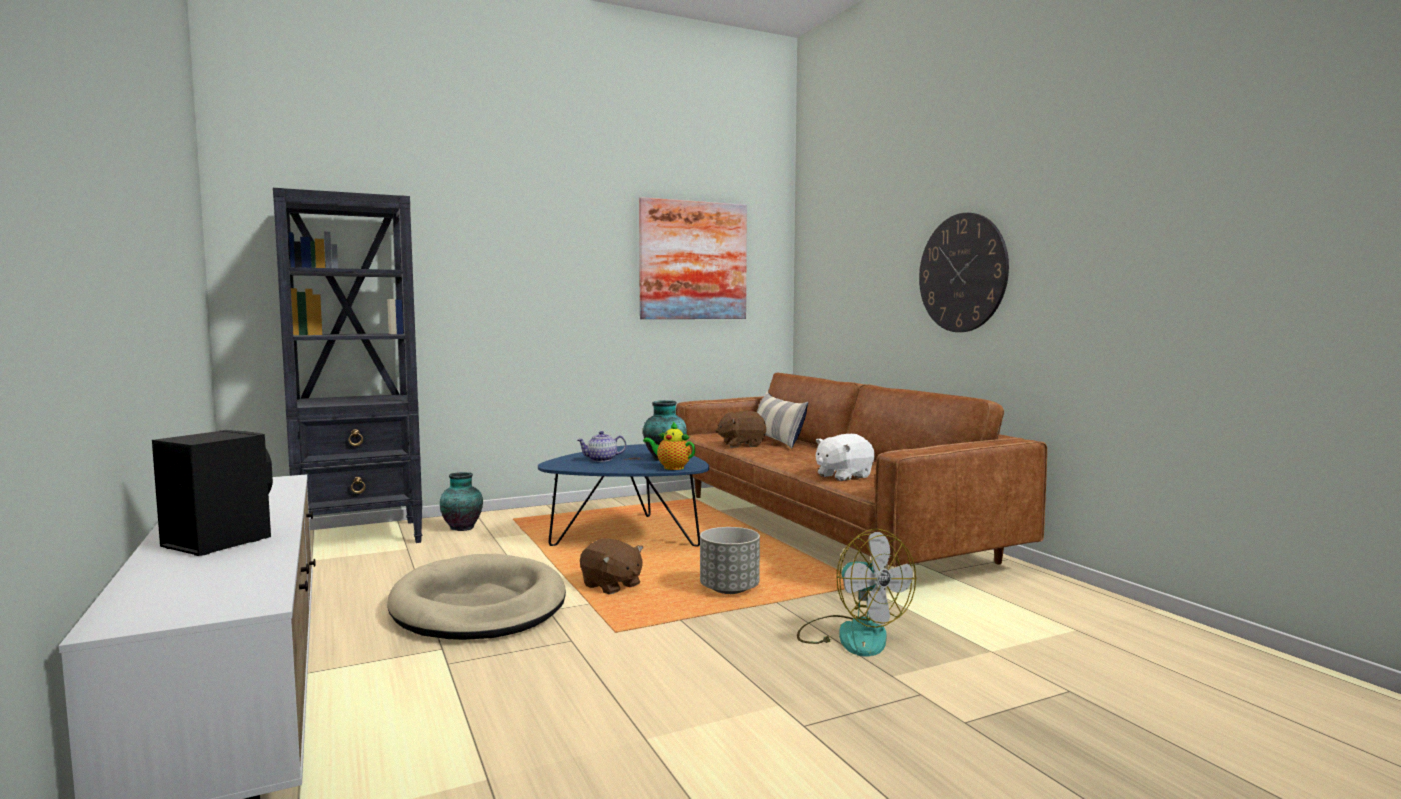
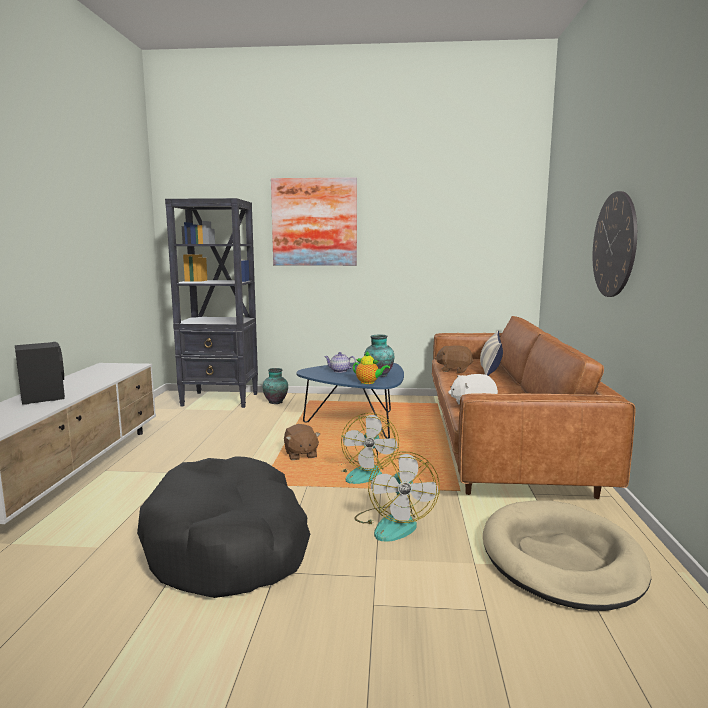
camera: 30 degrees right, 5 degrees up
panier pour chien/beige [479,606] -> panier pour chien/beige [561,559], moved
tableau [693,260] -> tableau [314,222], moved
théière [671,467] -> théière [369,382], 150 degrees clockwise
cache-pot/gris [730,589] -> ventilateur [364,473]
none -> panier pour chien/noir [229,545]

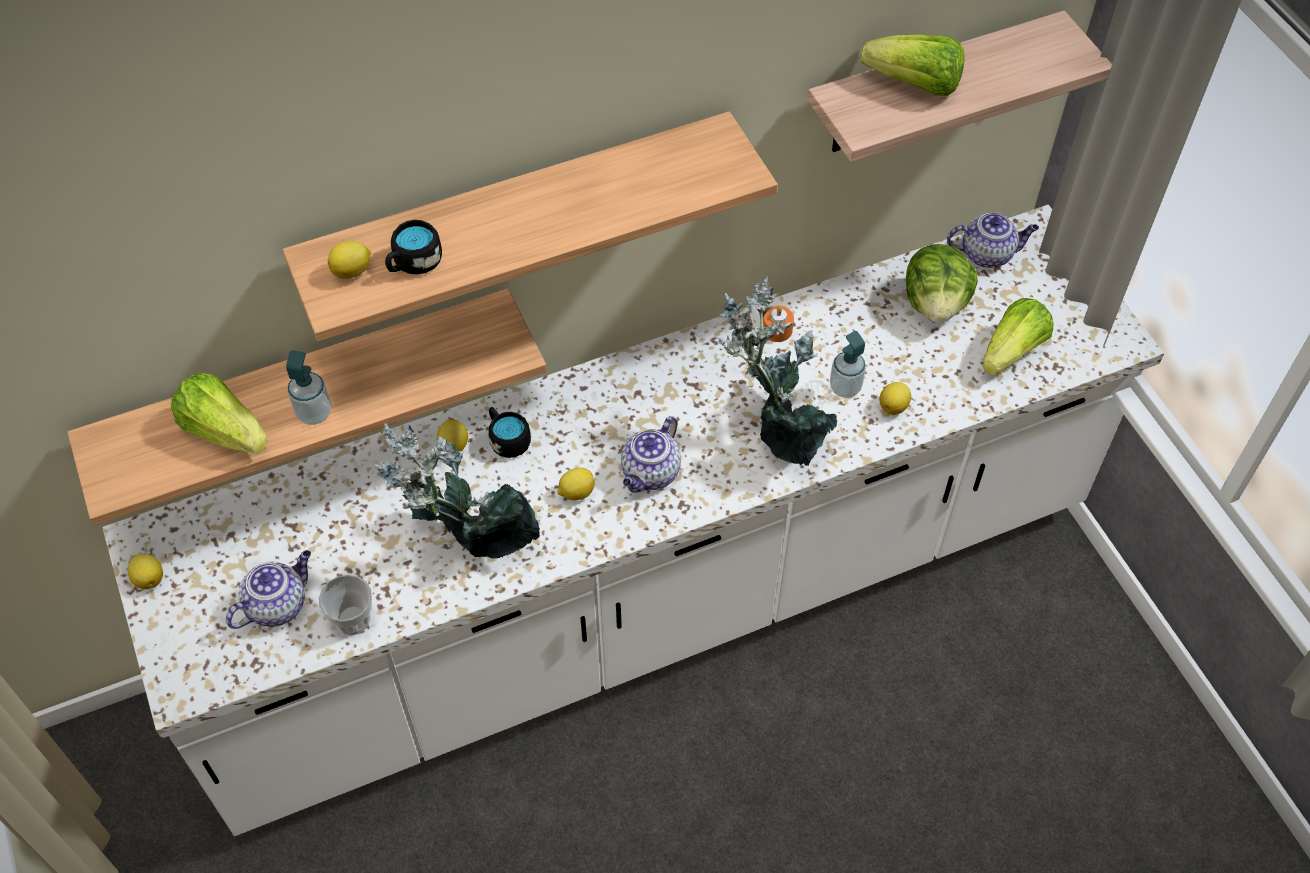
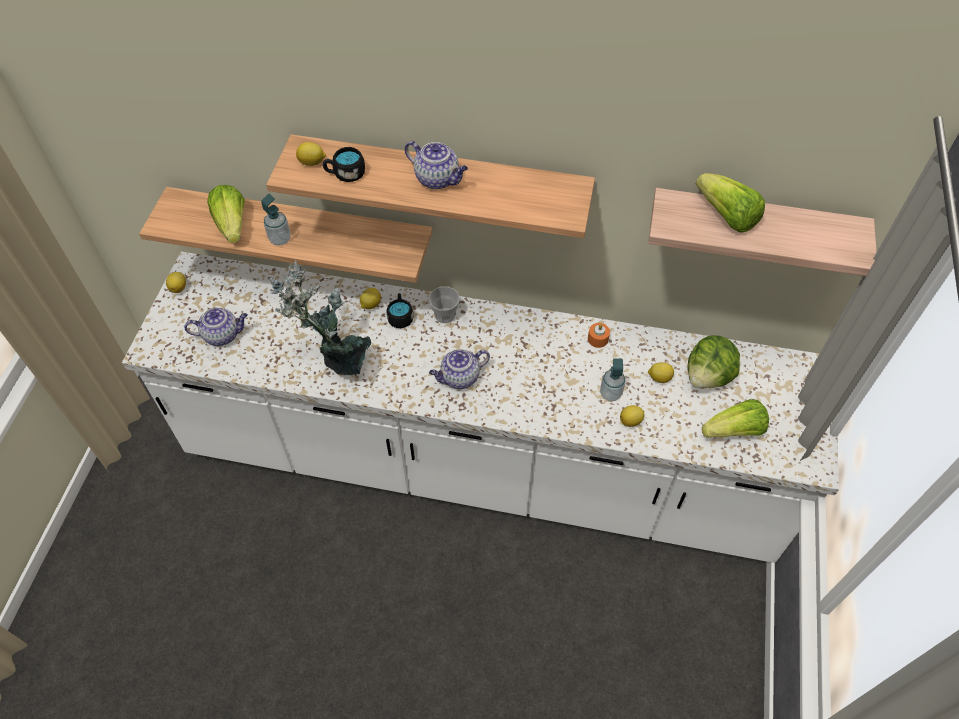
camera: 35 degrees right, 0 degrees up
tasse [352,619] -> tasse [445,315], moved
citron [576,492] -> citron [659,377], moved
plante en pot [776,431] -> none
théière [988,254] -> théière [438,179], moved

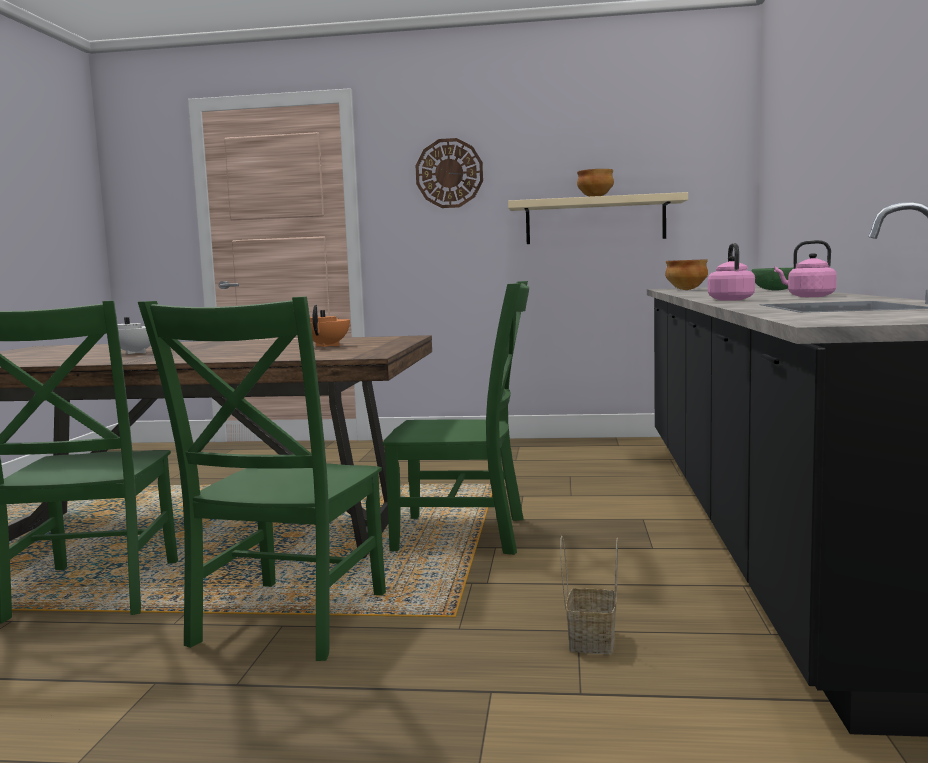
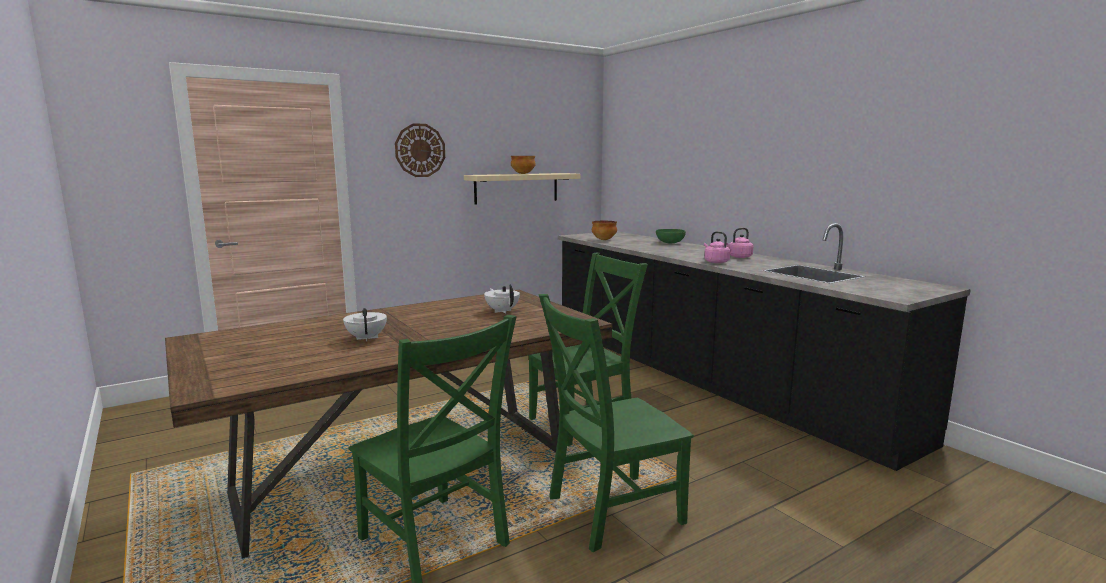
camera: 40 degrees left, 5 degrees up
chaise/vert [286,622] -> chaise/vert [609,511], 90 degrees clockwise
théière/orange [327,345] -> théière/blanc [502,311]
panier [590,639] -> none

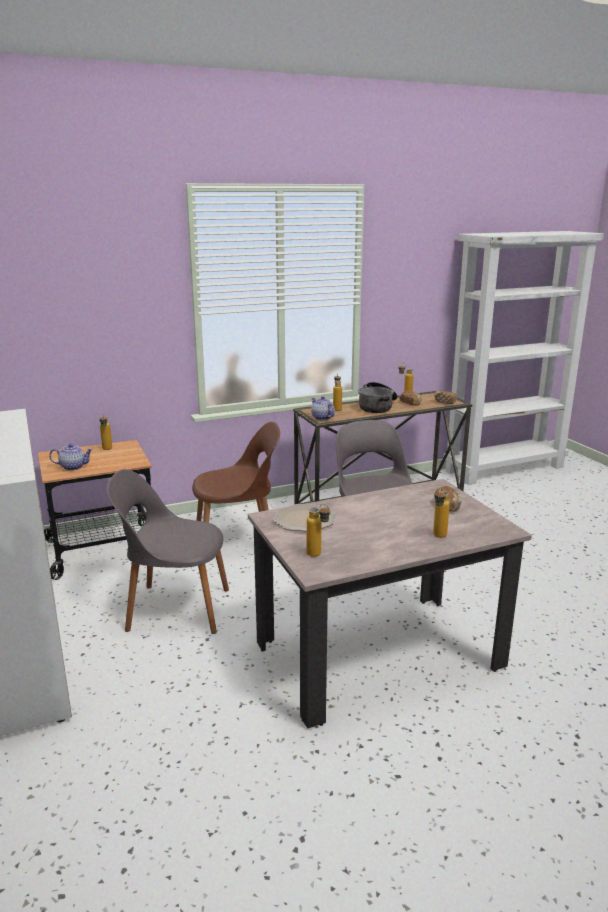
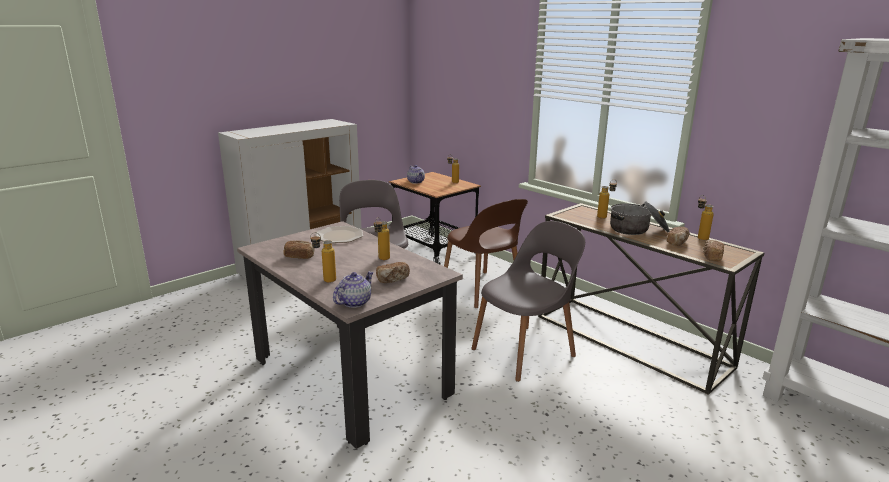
camera: 70 degrees right, 0 degrees up
bouteille [318,555] -> bouteille [382,260], moved
théière [322,418] -> théière [354,302], moved
none -> pain [299,256]

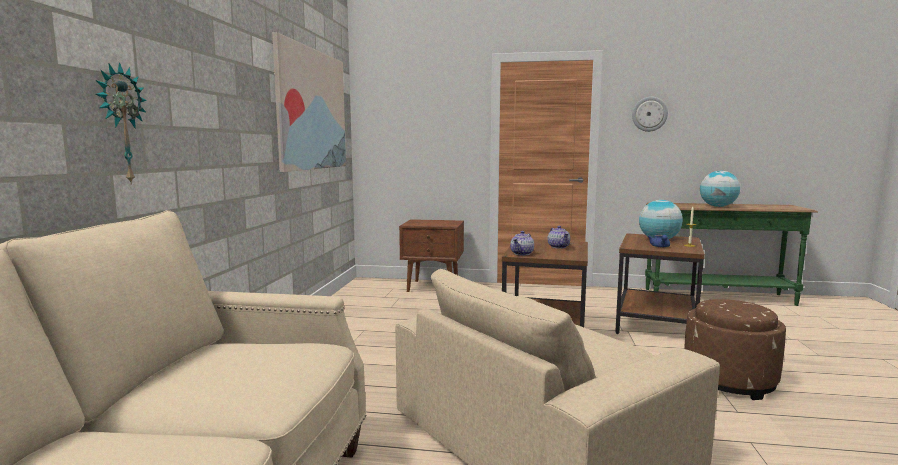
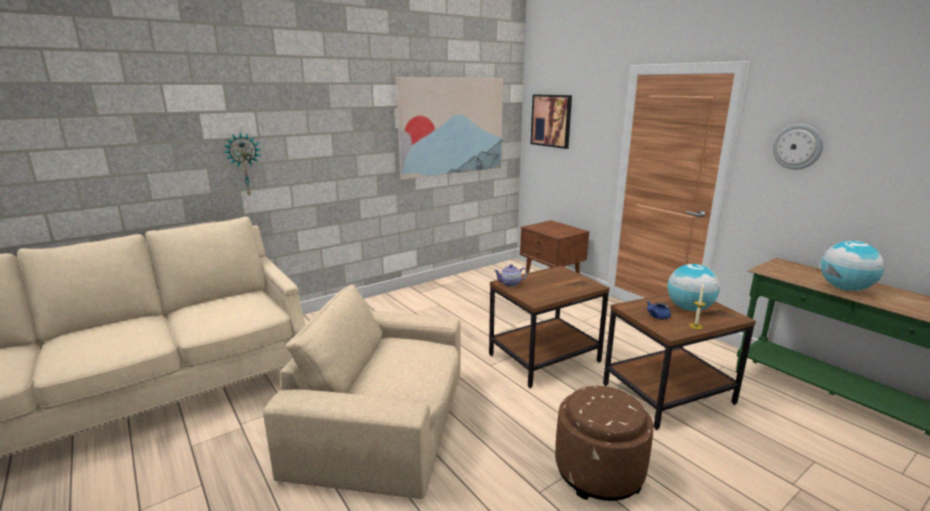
camera: 45 degrees right, 10 degrees up
théière [558,247] -> none
none -> tableau [551,120]

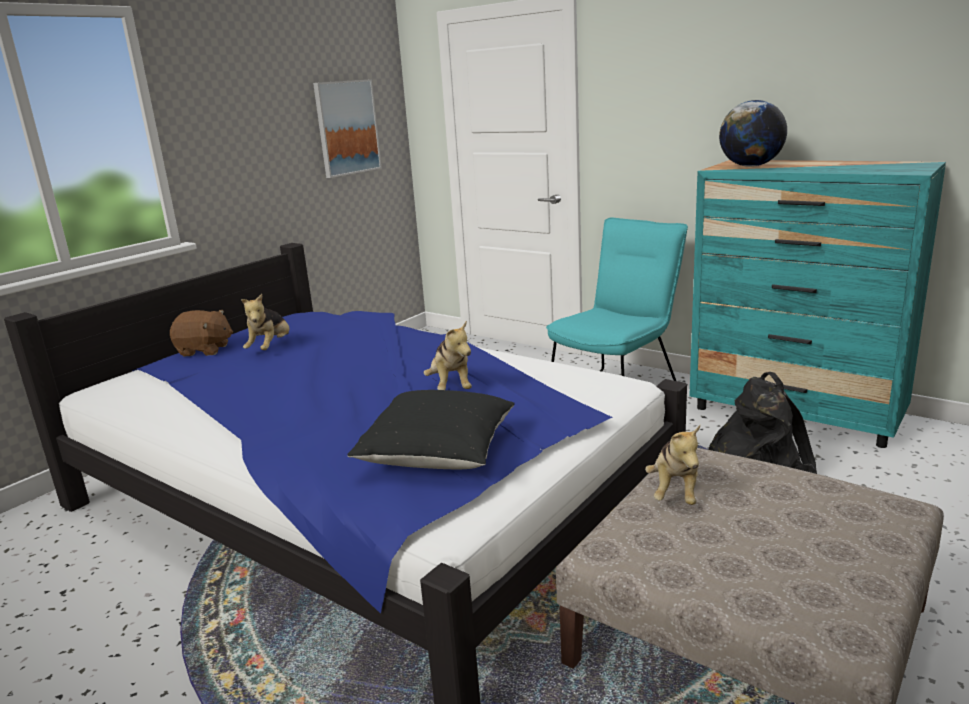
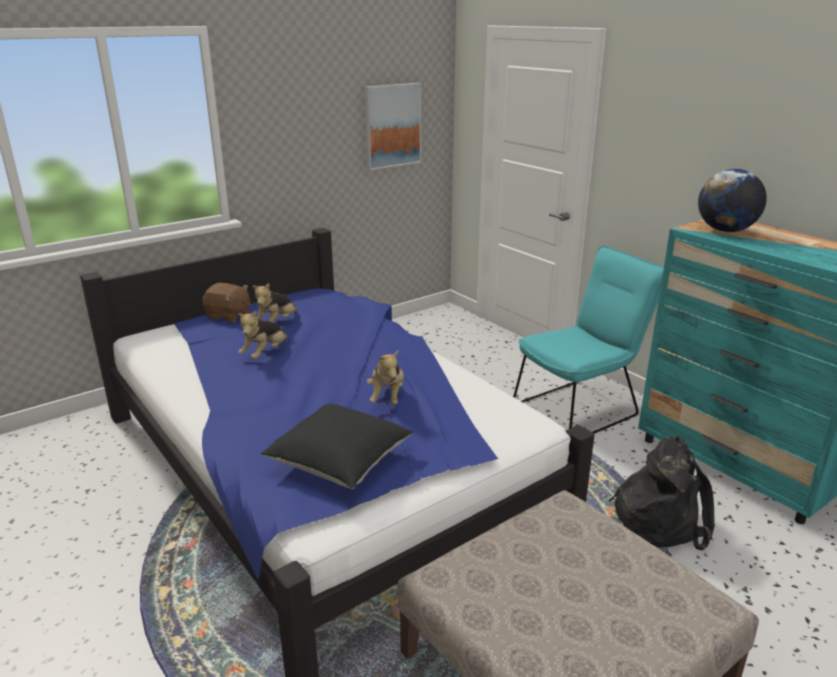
camera: 15 degrees right, 5 degrees up
peluche [675,492] -> peluche [265,353], moved

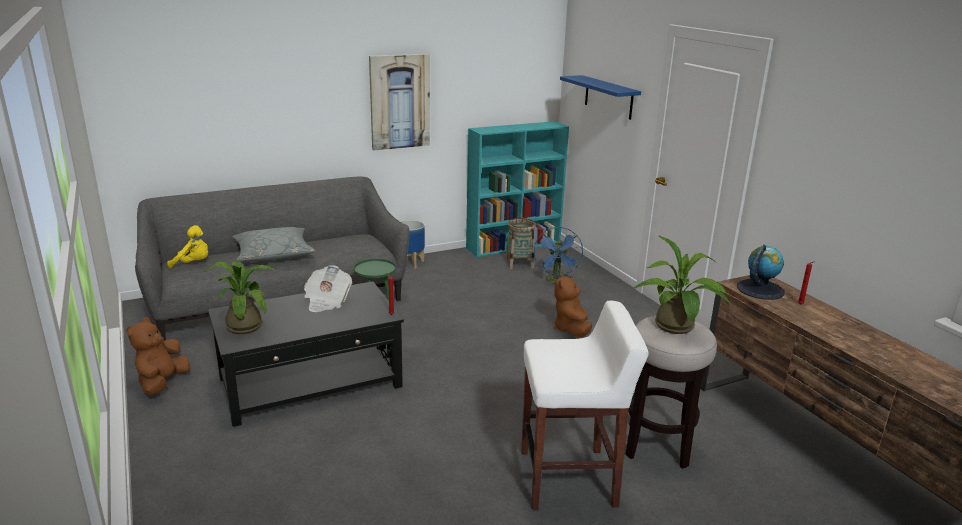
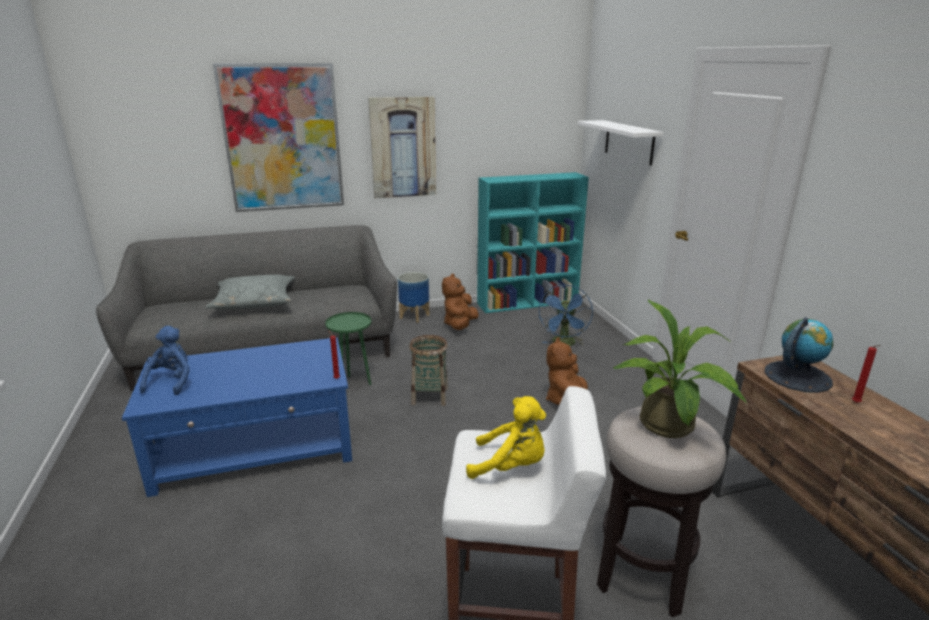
camera: 10 degrees right, 0 degrees up
peluche/marron [162,383] -> peluche/marron [460,325], moved
peluche/jaune [193,263] -> peluche/jaune [510,466], moved
plante en pot [245,325] -> peluche/bleu [172,381]
table basse/noir [311,382] -> table basse/bleu [256,447]
journal [327,301] -> none
panier [519,263] -> panier [429,396], moved
étagère/bleu [608,97] -> étagère/blanc [629,142]
none -> tableau [283,138]

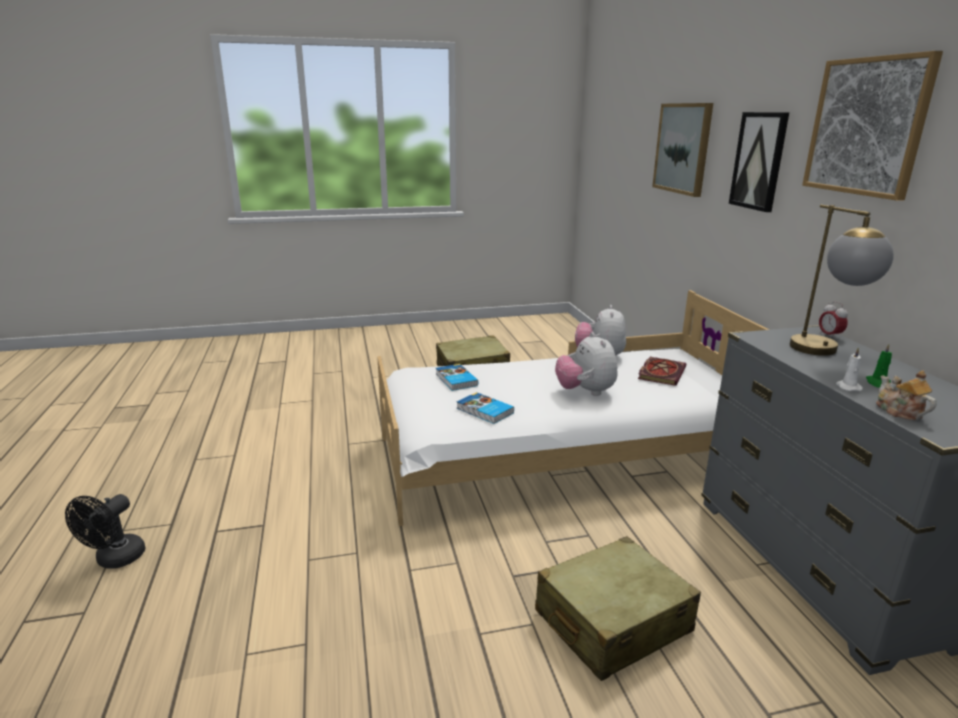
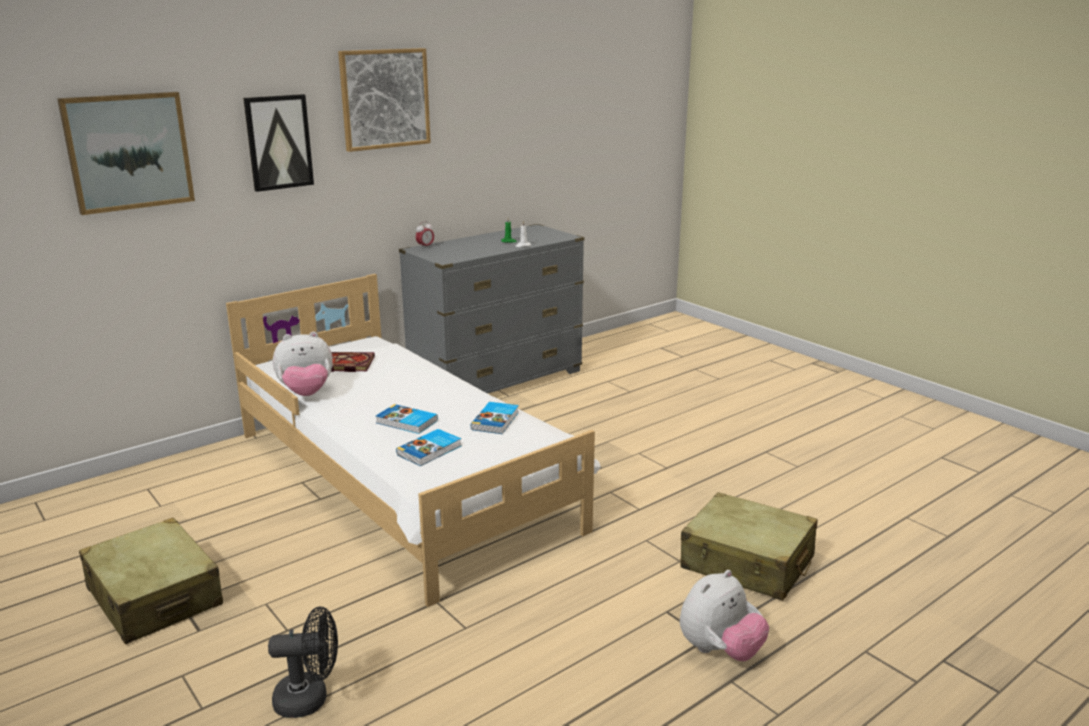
camera: 115 degrees left, 0 degrees up
ventilateur/noir [115,560] -> ventilateur/noir [310,699], moved
valise/beige [612,622] -> valise/beige [747,563], moved
peluche [585,392] -> peluche [719,650], moved
lampe de table [826,353] -> none
théière [899,411] -> none
none -> livre [406,422]

